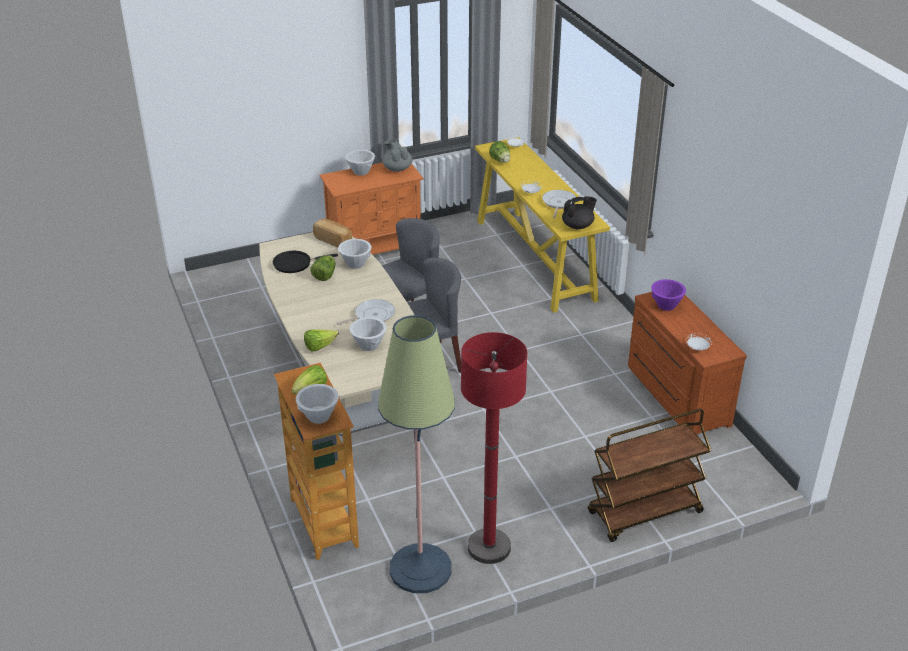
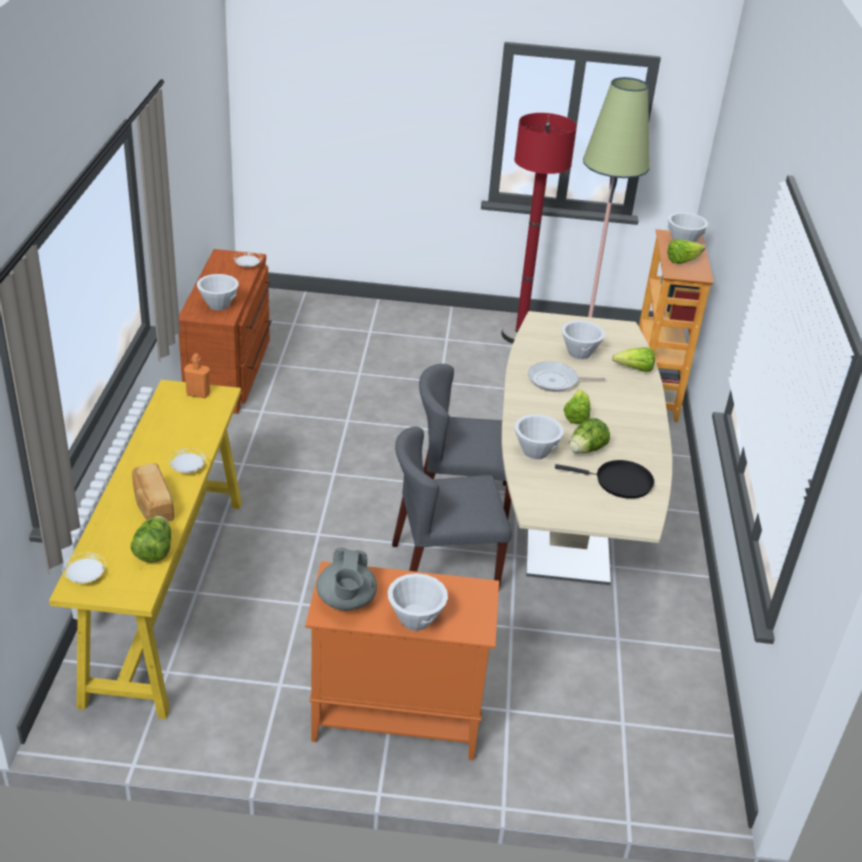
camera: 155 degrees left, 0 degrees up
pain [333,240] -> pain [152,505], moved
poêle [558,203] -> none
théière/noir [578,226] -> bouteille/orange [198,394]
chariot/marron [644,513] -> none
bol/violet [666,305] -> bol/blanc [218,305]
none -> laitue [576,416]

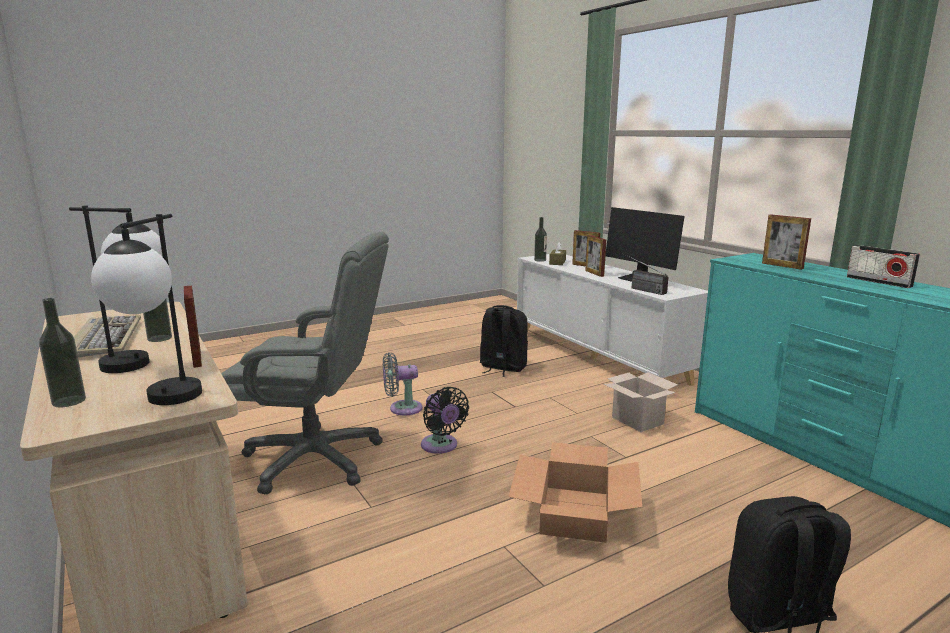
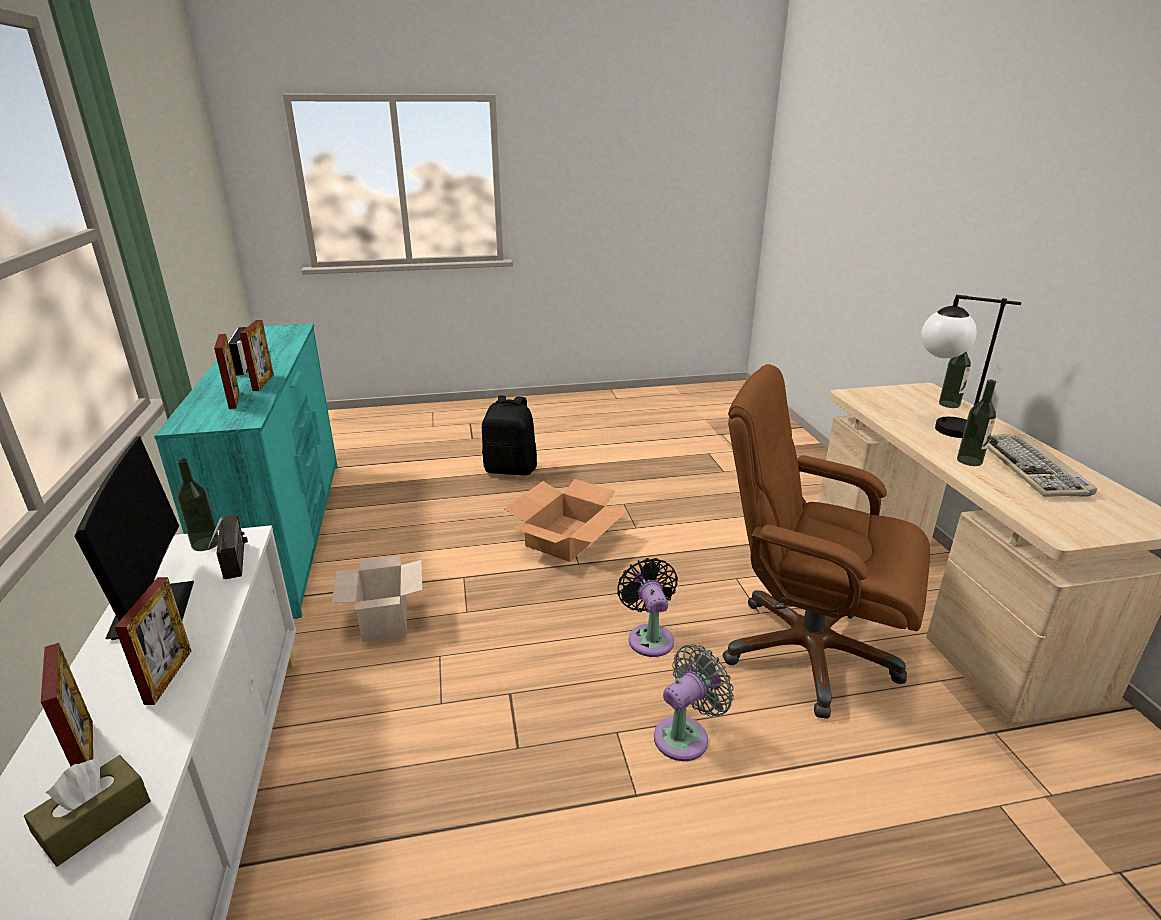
camera: 160 degrees left, 10 degrees up
lampe de table [163,403] -> none
cadre photo [197,358] -> cadre photo [263,382], moved
chaise de bureau/gris [315,459] -> chaise de bureau/marron [806,652]
ventilateur/gris [402,408] -> ventilateur/gris [685,735], 45 degrees counterclockwise
sac à dos/noir [502,368] -> none
bouteille [540,260] -> bouteille [205,544], moved

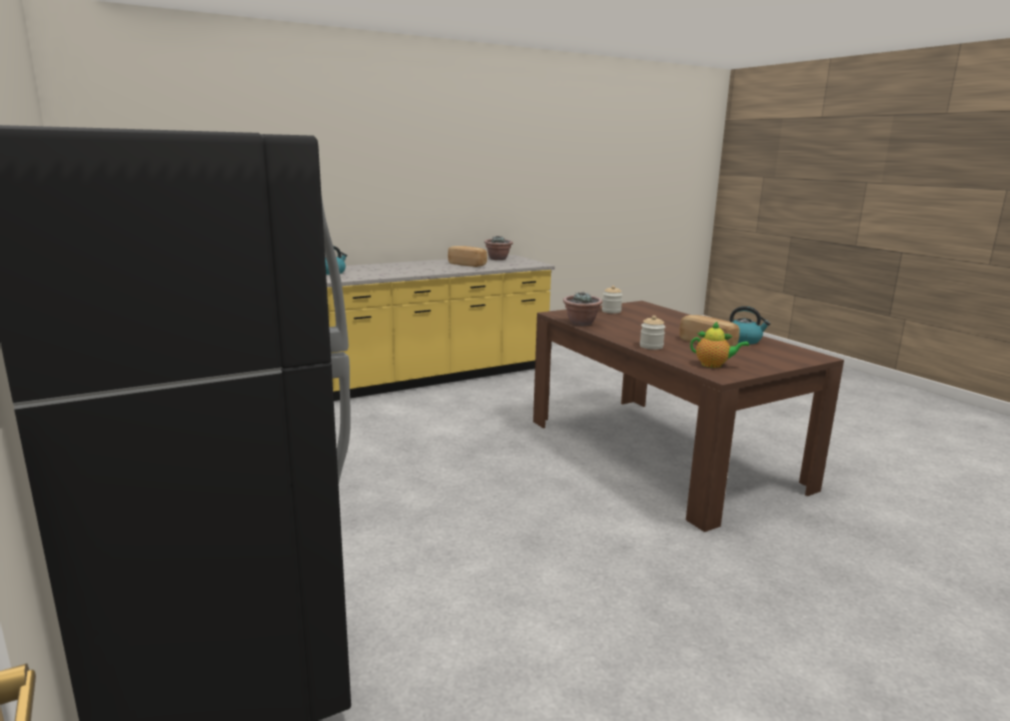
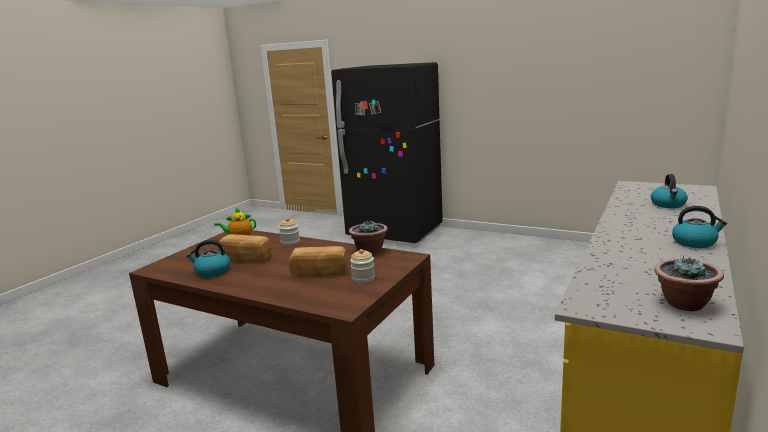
camera: 150 degrees right, 0 degrees up
pain [467,264] -> pain [319,273], moved
none -> bouilloire [695,242]

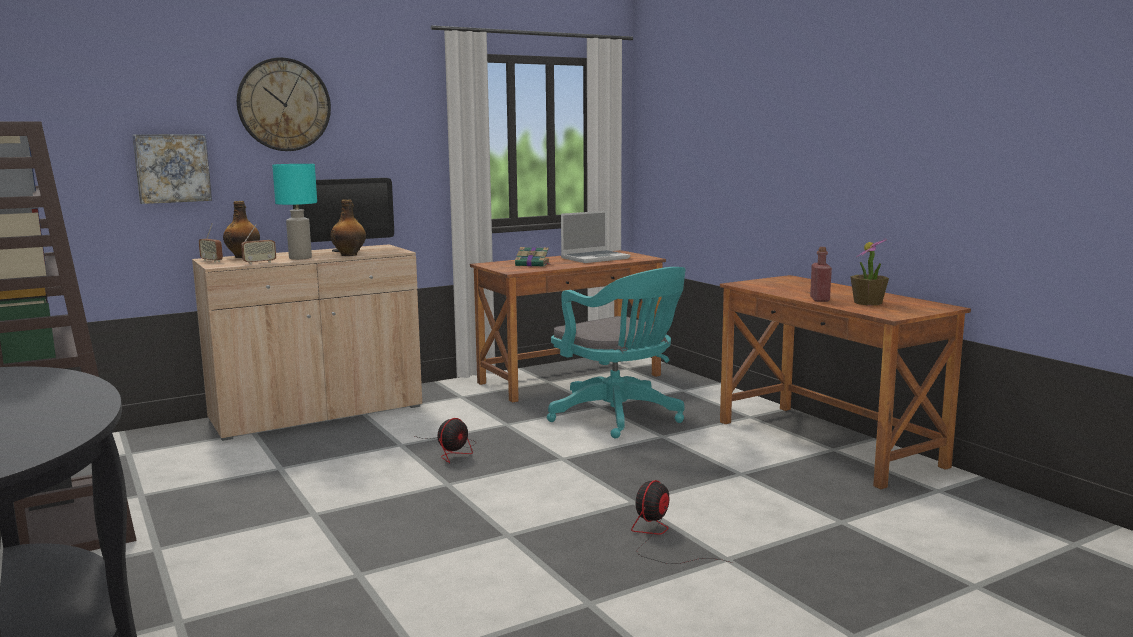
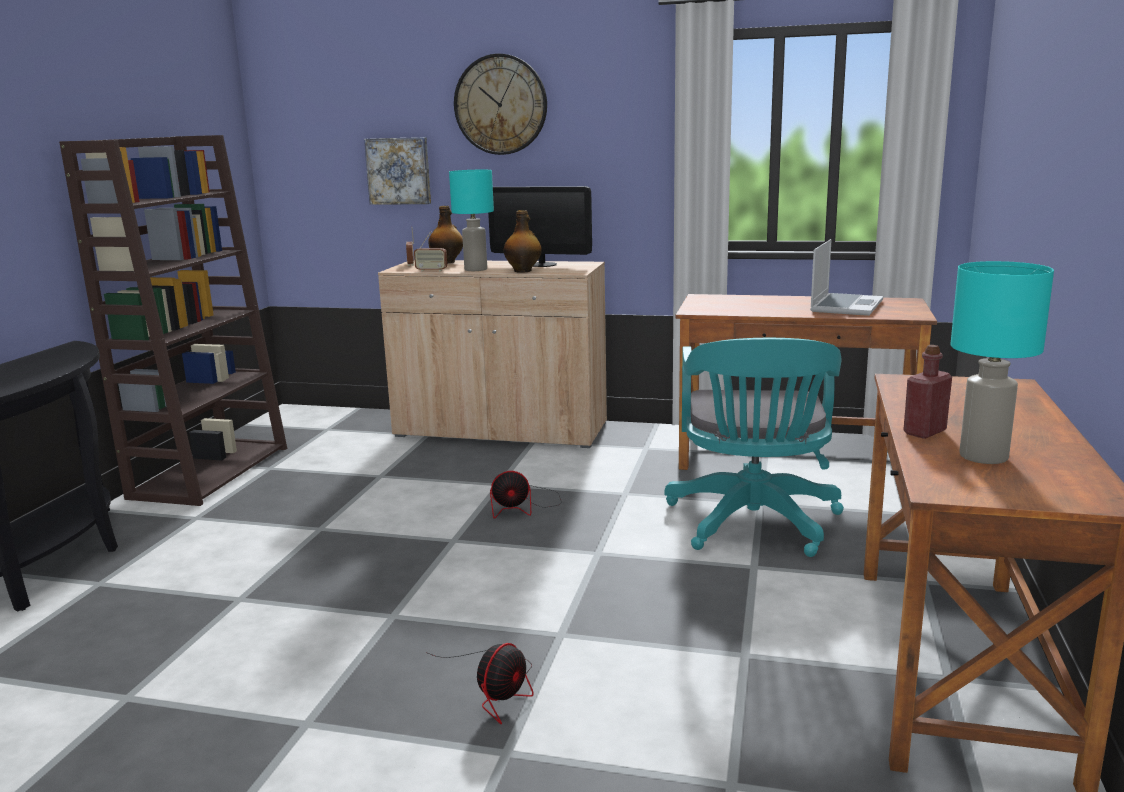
camera: 45 degrees right, 5 degrees up
livre [533,264] -> none
ordinateur portable [595,258] -> ordinateur portable [845,306], 75 degrees counterclockwise
ventilateur [659,538] -> ventilateur [498,689], 135 degrees clockwise
plante en pot [868,303] -> lampe de table/turquoise [983,457]

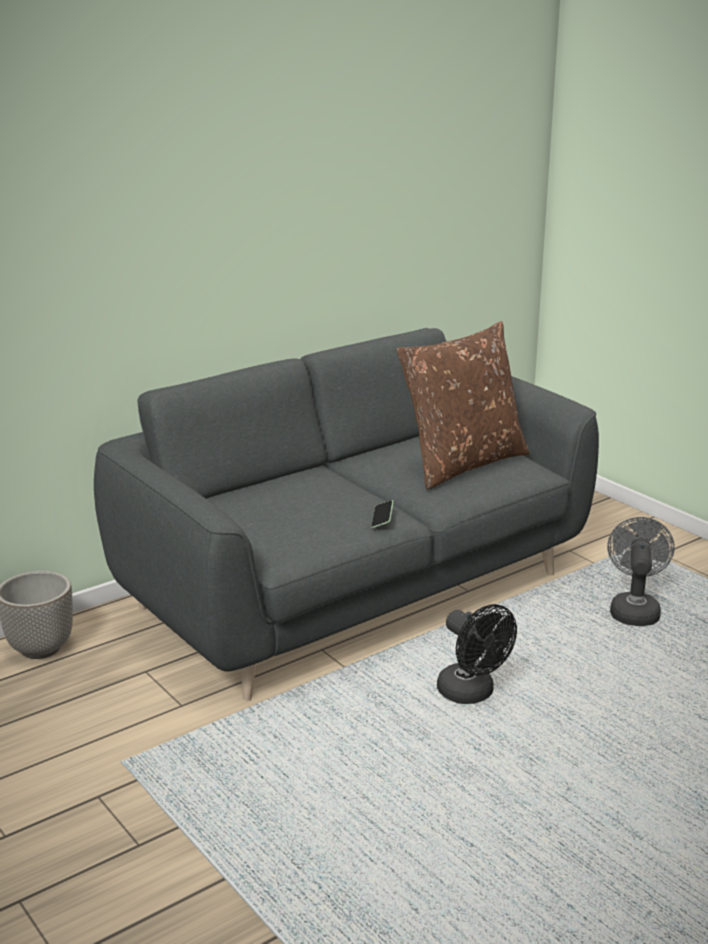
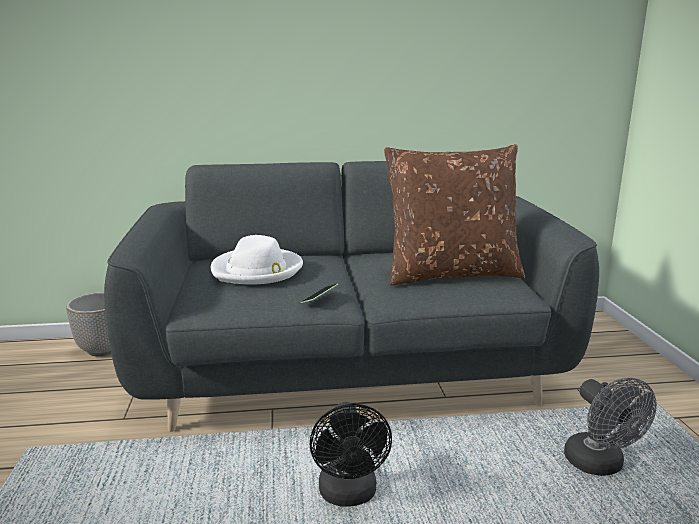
camera: 30 degrees right, 5 degrees down
ventilateur/gris [634,610] -> ventilateur/gris [600,465], 120 degrees clockwise
none -> chapeau/blanc [257,270]

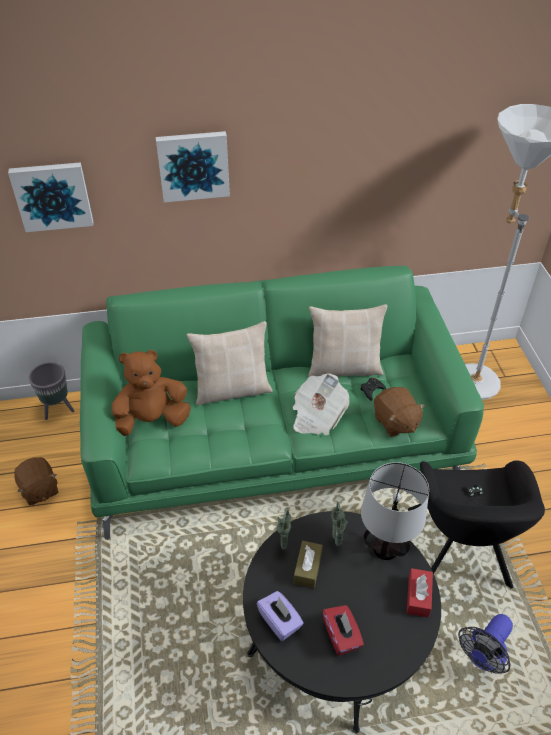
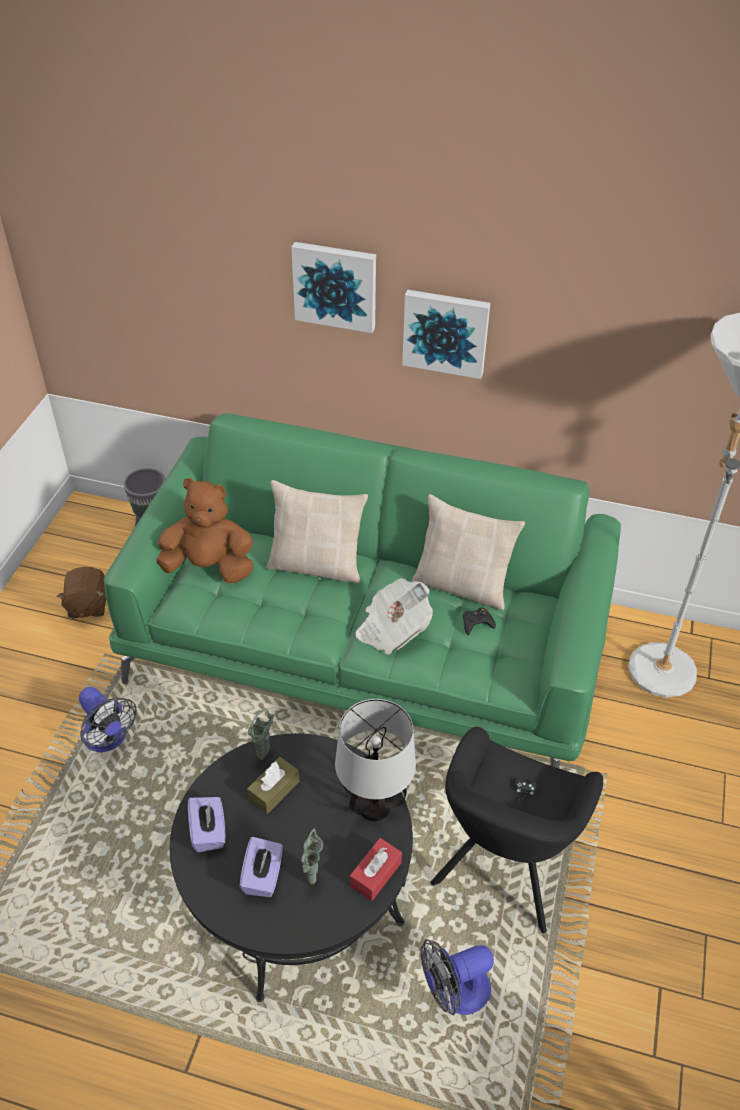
camera: 25 degrees right, 0 degrees up
tableau [52,195] -> tableau [446,332], moved
boîte à mouchoirs/rouge [341,636] -> boîte à mouchoirs/violet [263,876]
vase/vert [337,544] -> vase/vert [312,881], moved
peluche/marron [395,422] -> none
none -> ventilateur [108,739]

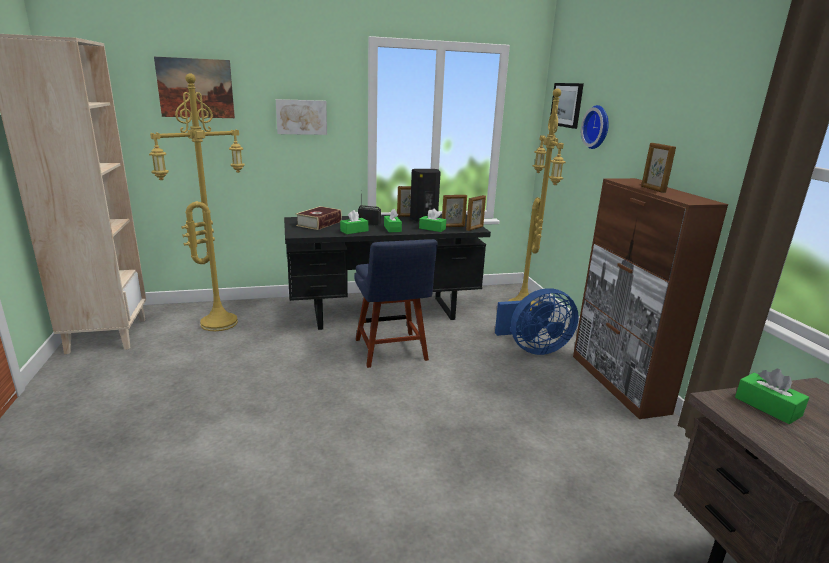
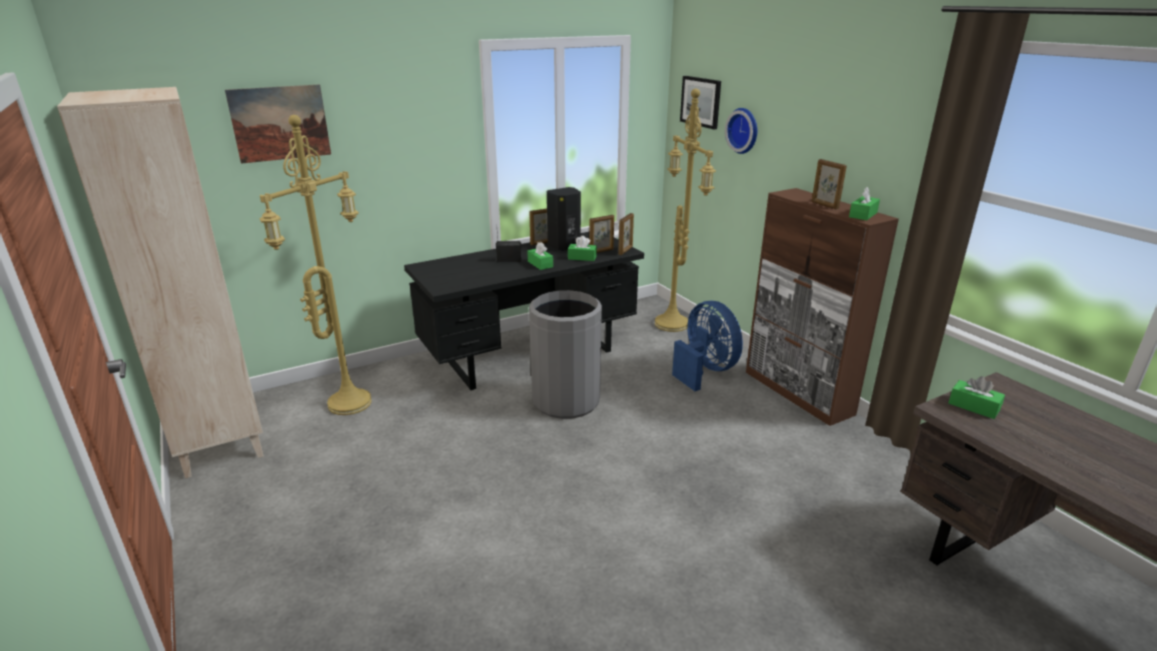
camera: 15 degrees left, 5 degrees up
tableau [301,117] -> none
livre [319,223] -> none
boîte à mouchoirs/vert [354,231] -> boîte à mouchoirs/vert [863,215], moved
chaise/bleu [391,351] -> poubelle/gris [566,401]
ventilateur/bleu [533,348] -> ventilateur/bleu [705,370], 90 degrees counterclockwise

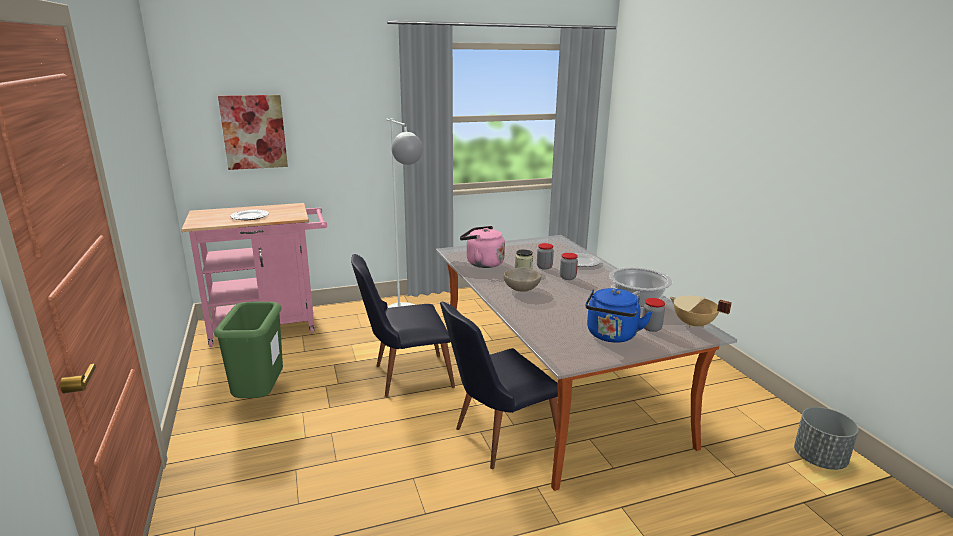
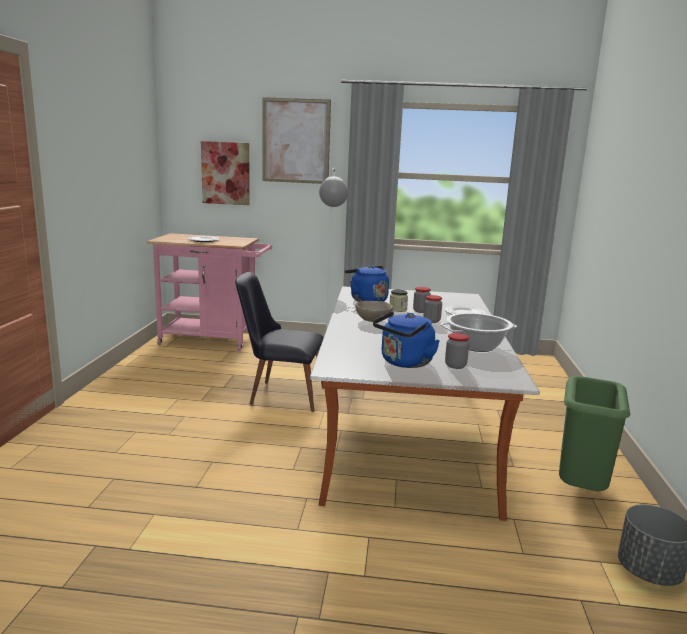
camera: 25 degrees right, 5 degrees down
poubelle/vert [259,397] -> poubelle/vert [579,490], moved
chaise/noir [497,438] -> none
bouilloire/rose [482,263] -> bouilloire/bleu [366,300]
marmite/beige [693,324] -> none
none -> tableau [296,141]

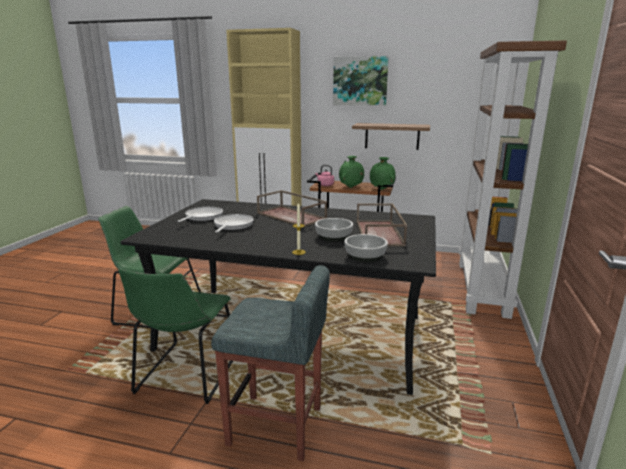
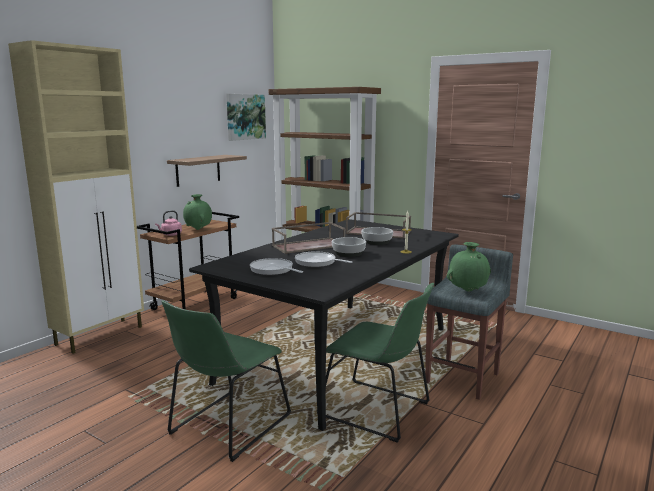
camera: 70 degrees left, 5 degrees down
tableau [360,81] -> tableau [245,117], moved
bol [365,256] -> bol [349,253], moved
vase/vert [382,189] -> vase/vert [468,291], moved

